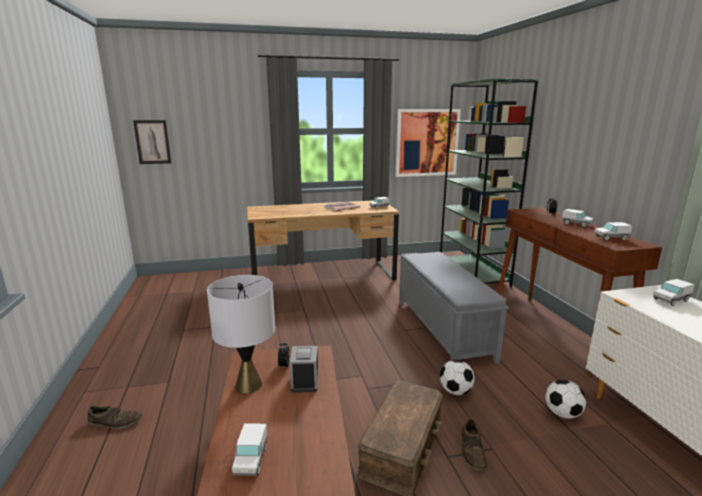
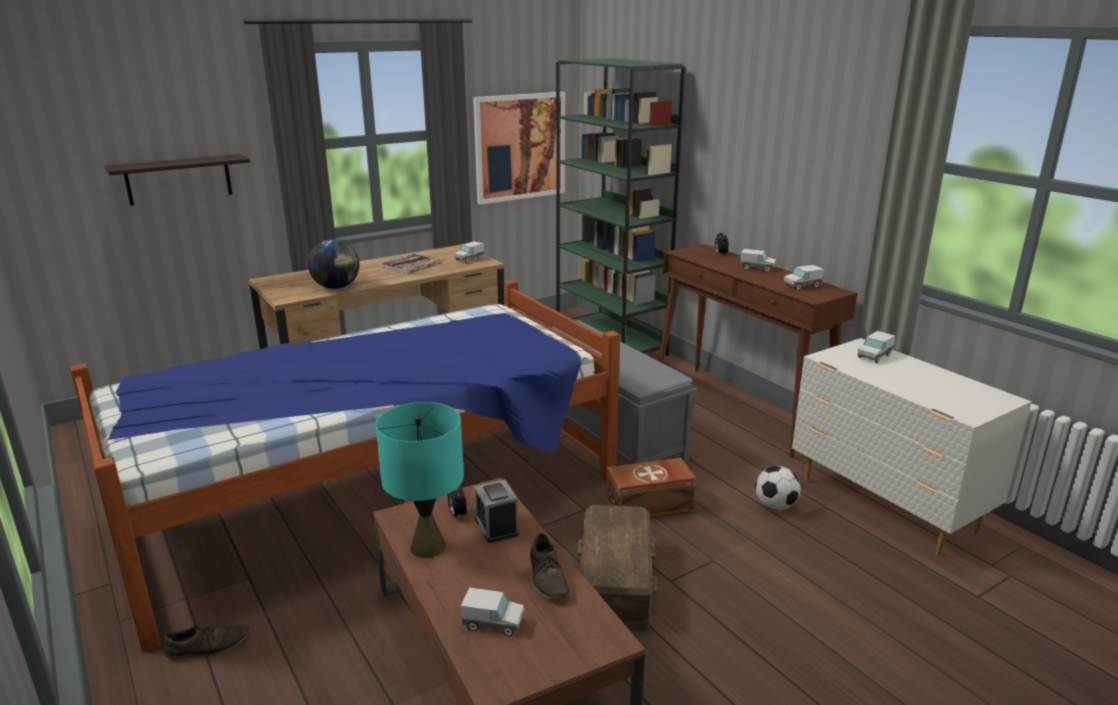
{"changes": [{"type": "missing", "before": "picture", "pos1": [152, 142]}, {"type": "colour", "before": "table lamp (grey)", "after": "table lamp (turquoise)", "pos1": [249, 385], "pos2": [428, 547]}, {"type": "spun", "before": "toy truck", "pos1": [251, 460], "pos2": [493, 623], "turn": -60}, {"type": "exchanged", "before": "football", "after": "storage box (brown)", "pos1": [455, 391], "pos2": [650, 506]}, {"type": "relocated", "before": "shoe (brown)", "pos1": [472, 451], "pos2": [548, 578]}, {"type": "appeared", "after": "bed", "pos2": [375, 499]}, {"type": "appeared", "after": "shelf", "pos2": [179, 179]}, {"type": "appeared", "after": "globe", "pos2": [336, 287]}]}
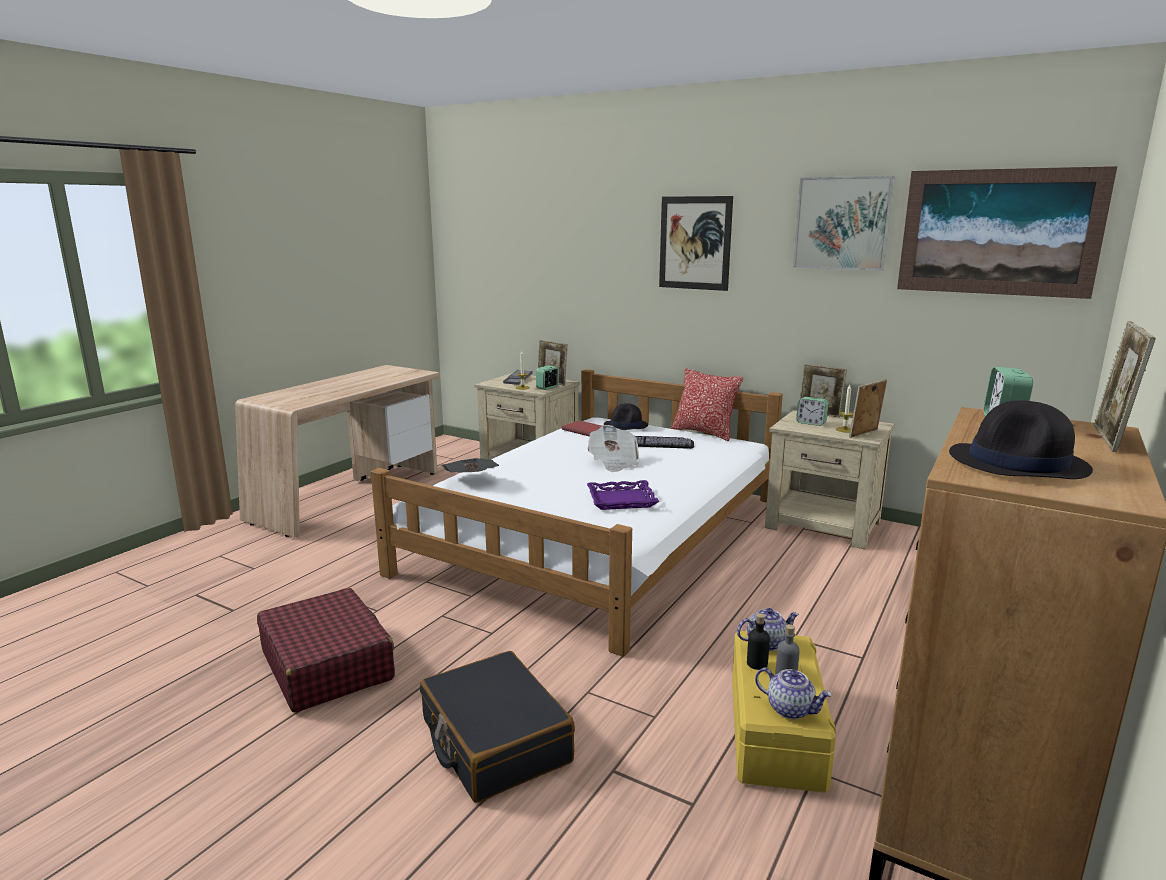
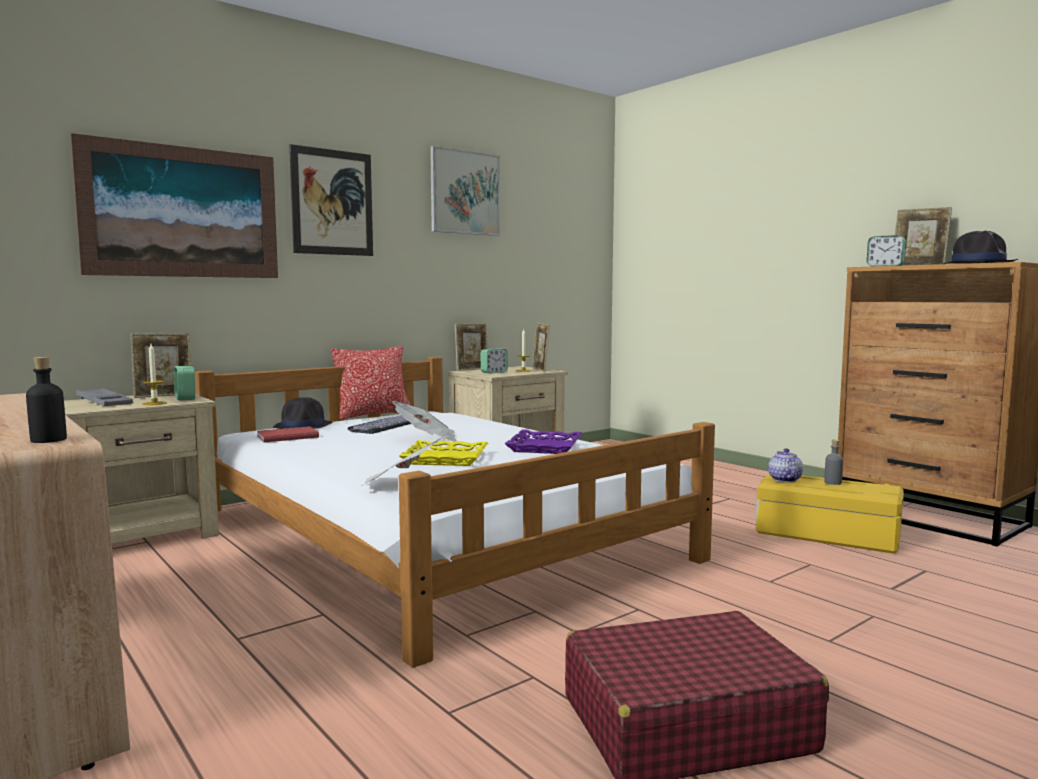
{"changes": [{"type": "missing", "before": "suitcase (black)", "pos1": [494, 741]}, {"type": "relocated", "before": "bottle (black)", "pos1": [757, 664], "pos2": [48, 440]}, {"type": "missing", "before": "teapot", "pos1": [791, 709]}, {"type": "relocated", "before": "picture", "pos1": [998, 232], "pos2": [182, 212]}, {"type": "appeared", "after": "tray (yellow)", "pos2": [445, 459]}]}
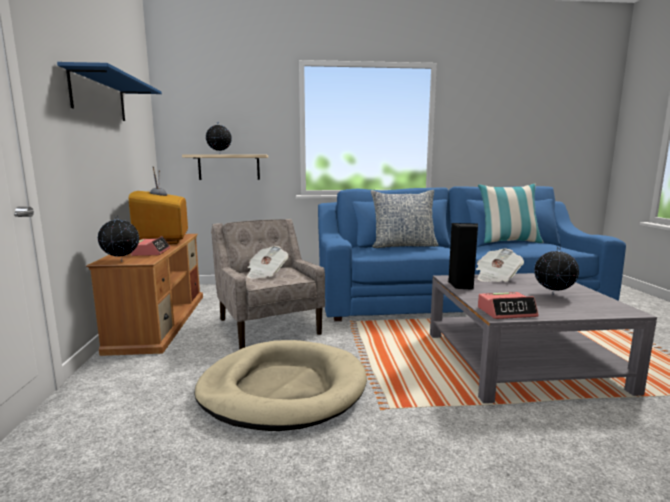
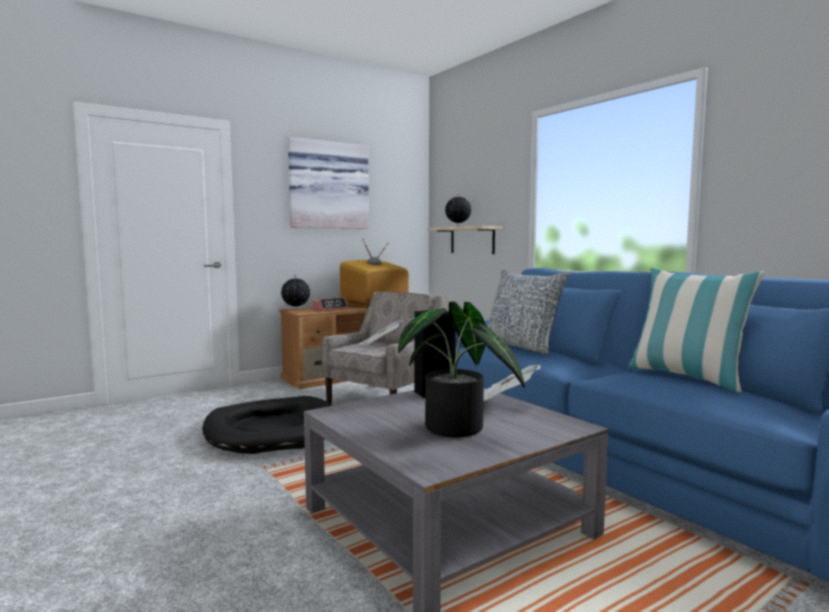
{"changes": [{"type": "exchanged", "before": "shelf (blue)", "after": "picture", "pos1": [99, 97], "pos2": [328, 185]}, {"type": "colour", "before": "dog bed (beige)", "after": "dog bed (black)", "pos1": [282, 389], "pos2": [272, 431]}, {"type": "missing", "before": "alarm clock", "pos1": [506, 312]}, {"type": "exchanged", "before": "globe", "after": "potted plant", "pos1": [553, 295], "pos2": [457, 430]}]}
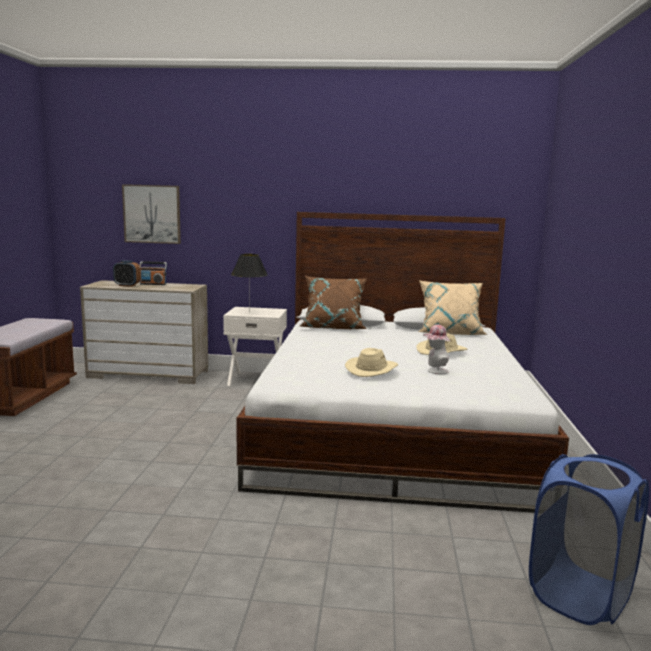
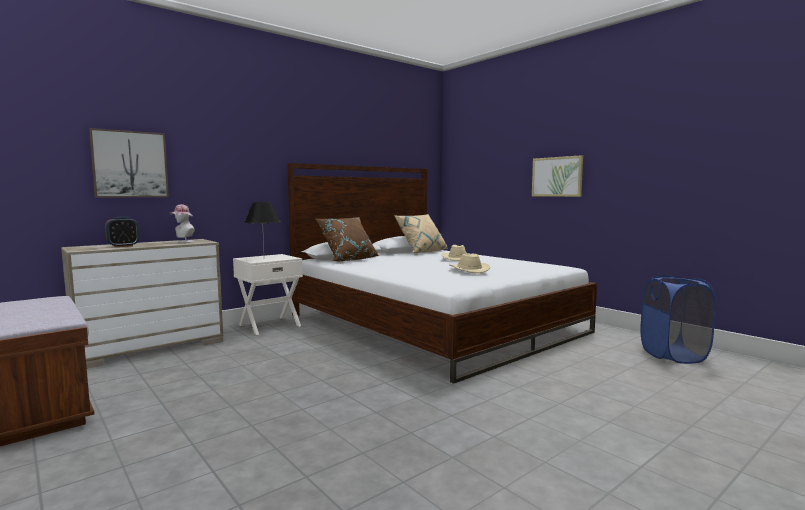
{"changes": [{"type": "missing", "before": "radio", "pos1": [153, 284]}, {"type": "relocated", "before": "hat", "pos1": [435, 371], "pos2": [183, 242]}, {"type": "appeared", "after": "picture", "pos2": [557, 176]}]}
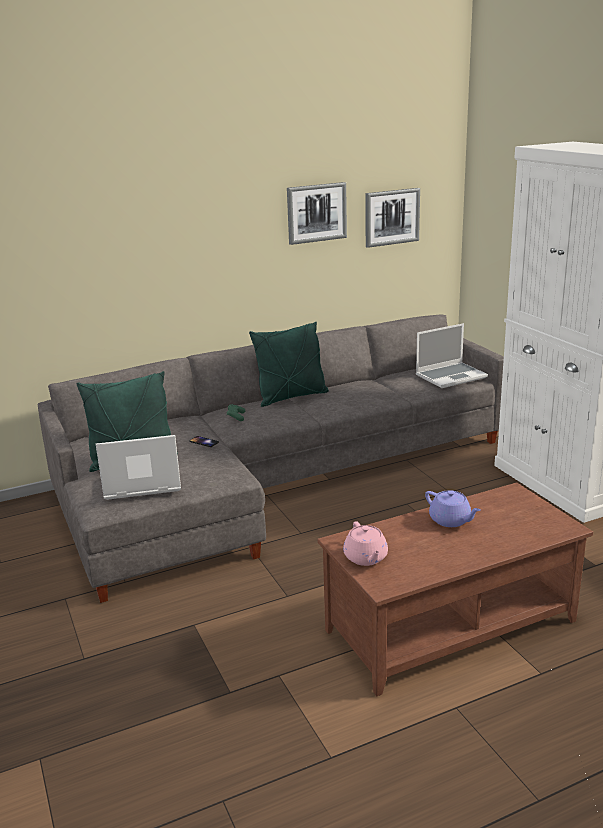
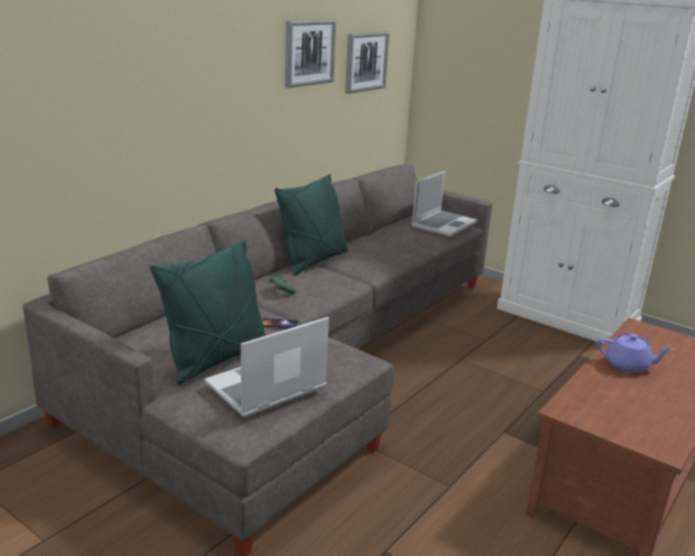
{"changes": [{"type": "missing", "before": "teapot (pink)", "pos1": [366, 558]}]}
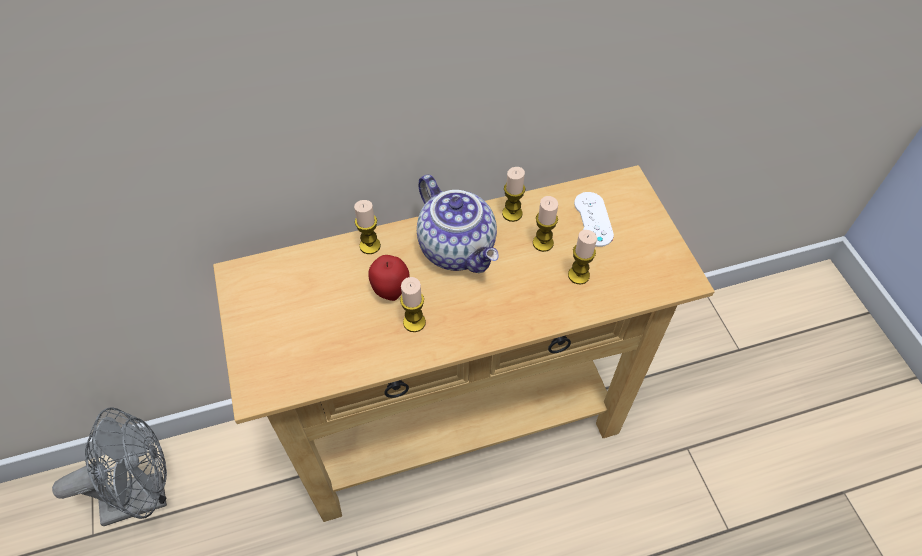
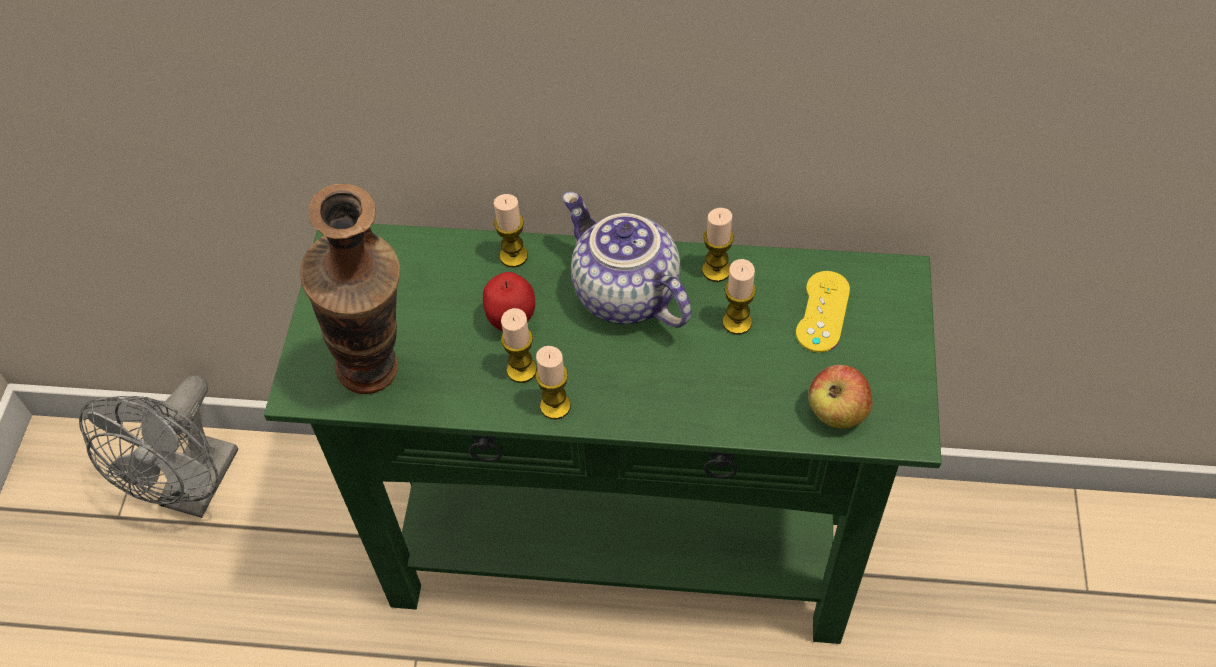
{"changes": [{"type": "spun", "before": "fan (grey)", "pos1": [145, 495], "pos2": [194, 491], "turn": 105}, {"type": "colour", "before": "console table (beige)", "after": "console table (green)", "pos1": [461, 428], "pos2": [619, 553]}, {"type": "spun", "before": "teapot", "pos1": [459, 248], "pos2": [623, 295], "turn": 150}, {"type": "relocated", "before": "candle", "pos1": [578, 275], "pos2": [555, 406]}, {"type": "colour", "before": "game controller (white)", "after": "game controller (yellow)", "pos1": [593, 219], "pos2": [822, 311]}, {"type": "appeared", "after": "vase", "pos2": [382, 383]}, {"type": "appeared", "after": "apple", "pos2": [837, 412]}]}
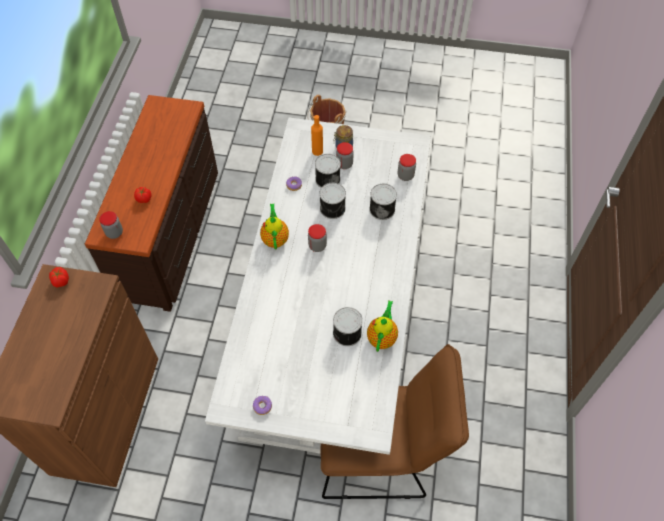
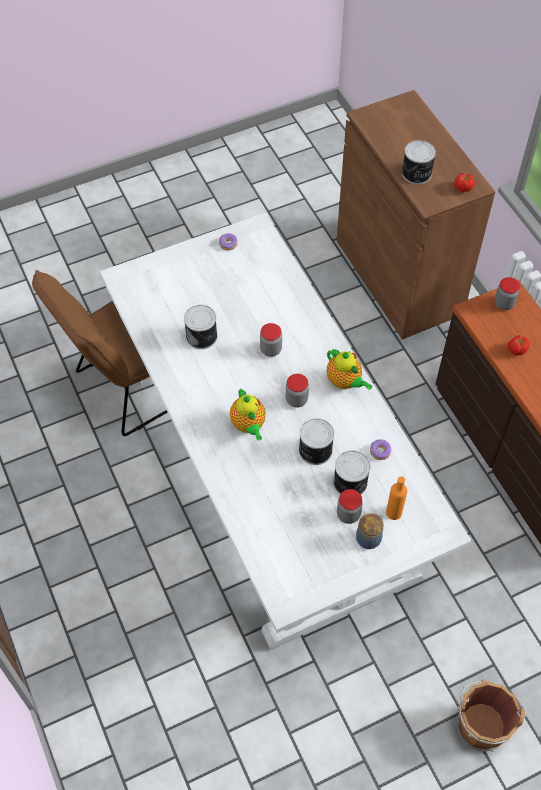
{"changes": [{"type": "relocated", "before": "teapot", "pos1": [382, 337], "pos2": [248, 425]}, {"type": "relocated", "before": "can", "pos1": [382, 209], "pos2": [417, 174]}, {"type": "relocated", "before": "jar", "pos1": [405, 175], "pos2": [271, 349]}]}
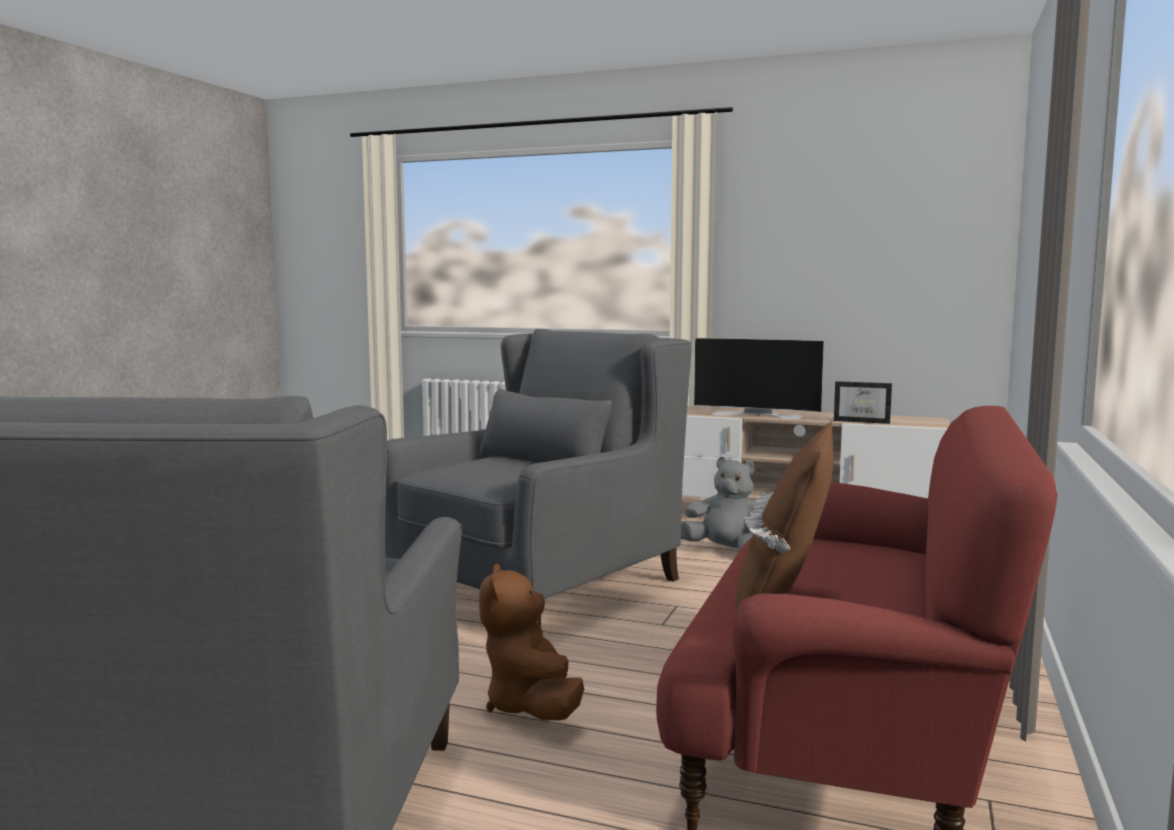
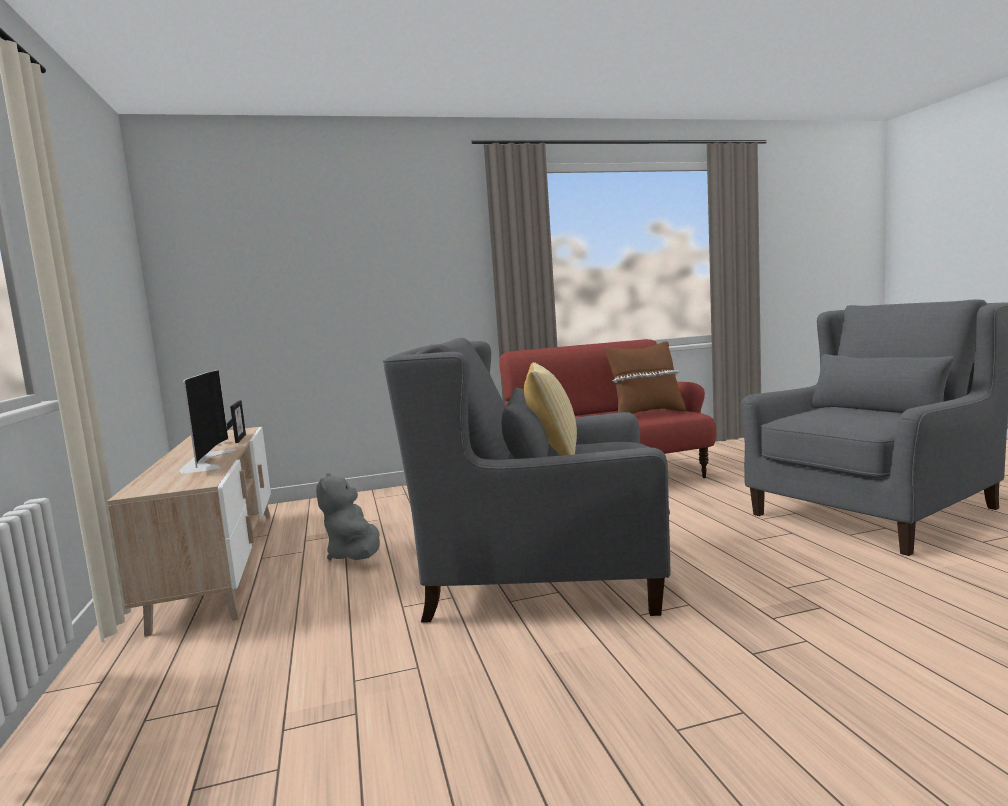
{"changes": [{"type": "missing", "before": "plush toy (brown)", "pos1": [531, 707]}, {"type": "appeared", "after": "pillow", "pos2": [553, 455]}]}
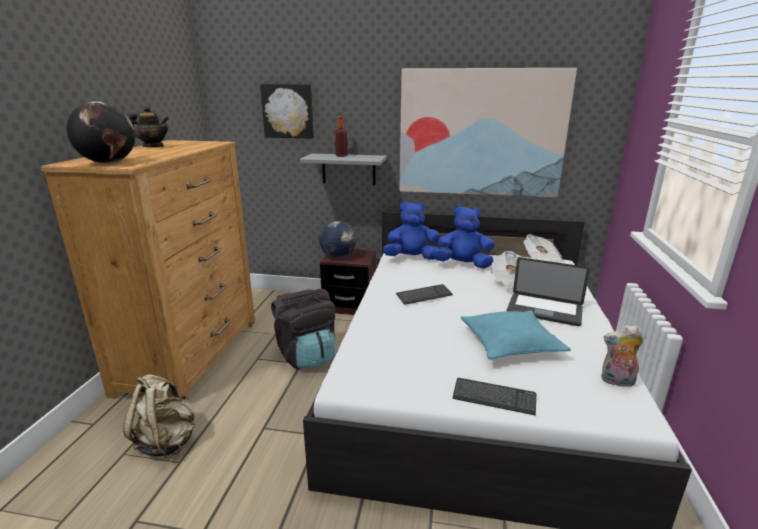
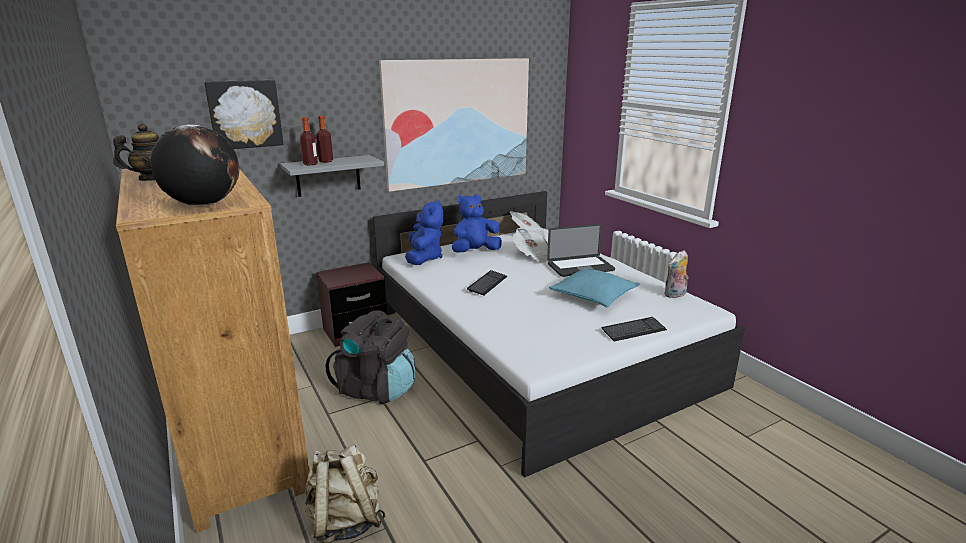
{"changes": [{"type": "missing", "before": "globe", "pos1": [338, 256]}, {"type": "spun", "before": "plush toy (blue)", "pos1": [411, 258], "pos2": [424, 258], "turn": 135}, {"type": "appeared", "after": "bottle", "pos2": [310, 164]}]}
